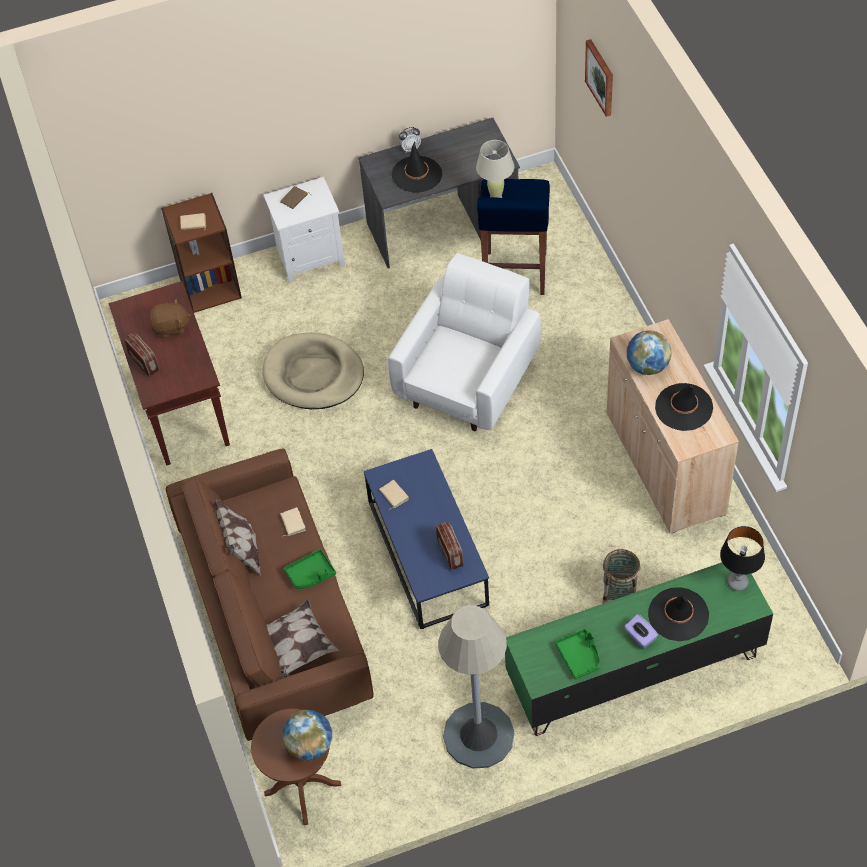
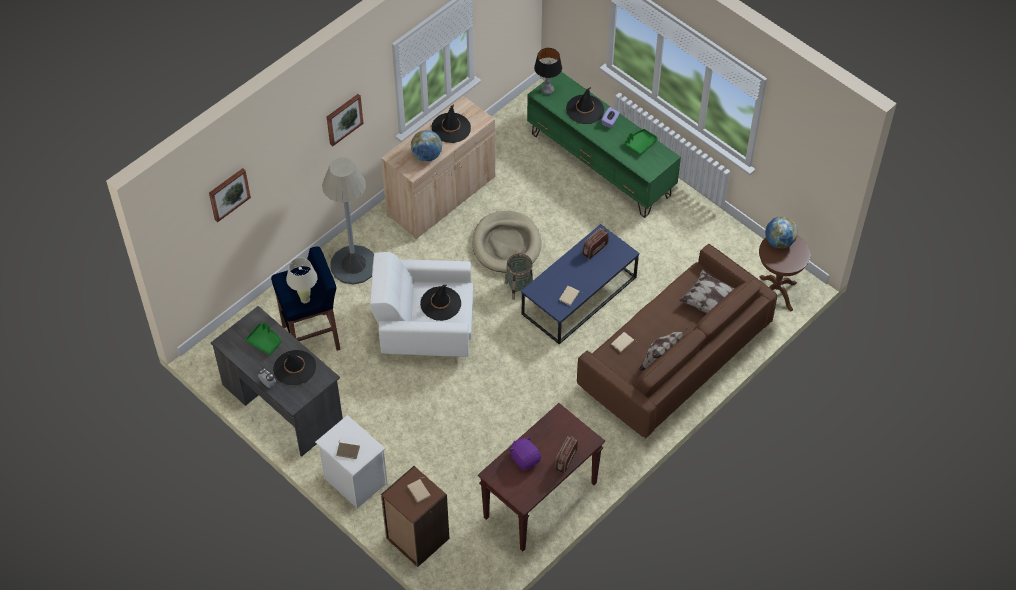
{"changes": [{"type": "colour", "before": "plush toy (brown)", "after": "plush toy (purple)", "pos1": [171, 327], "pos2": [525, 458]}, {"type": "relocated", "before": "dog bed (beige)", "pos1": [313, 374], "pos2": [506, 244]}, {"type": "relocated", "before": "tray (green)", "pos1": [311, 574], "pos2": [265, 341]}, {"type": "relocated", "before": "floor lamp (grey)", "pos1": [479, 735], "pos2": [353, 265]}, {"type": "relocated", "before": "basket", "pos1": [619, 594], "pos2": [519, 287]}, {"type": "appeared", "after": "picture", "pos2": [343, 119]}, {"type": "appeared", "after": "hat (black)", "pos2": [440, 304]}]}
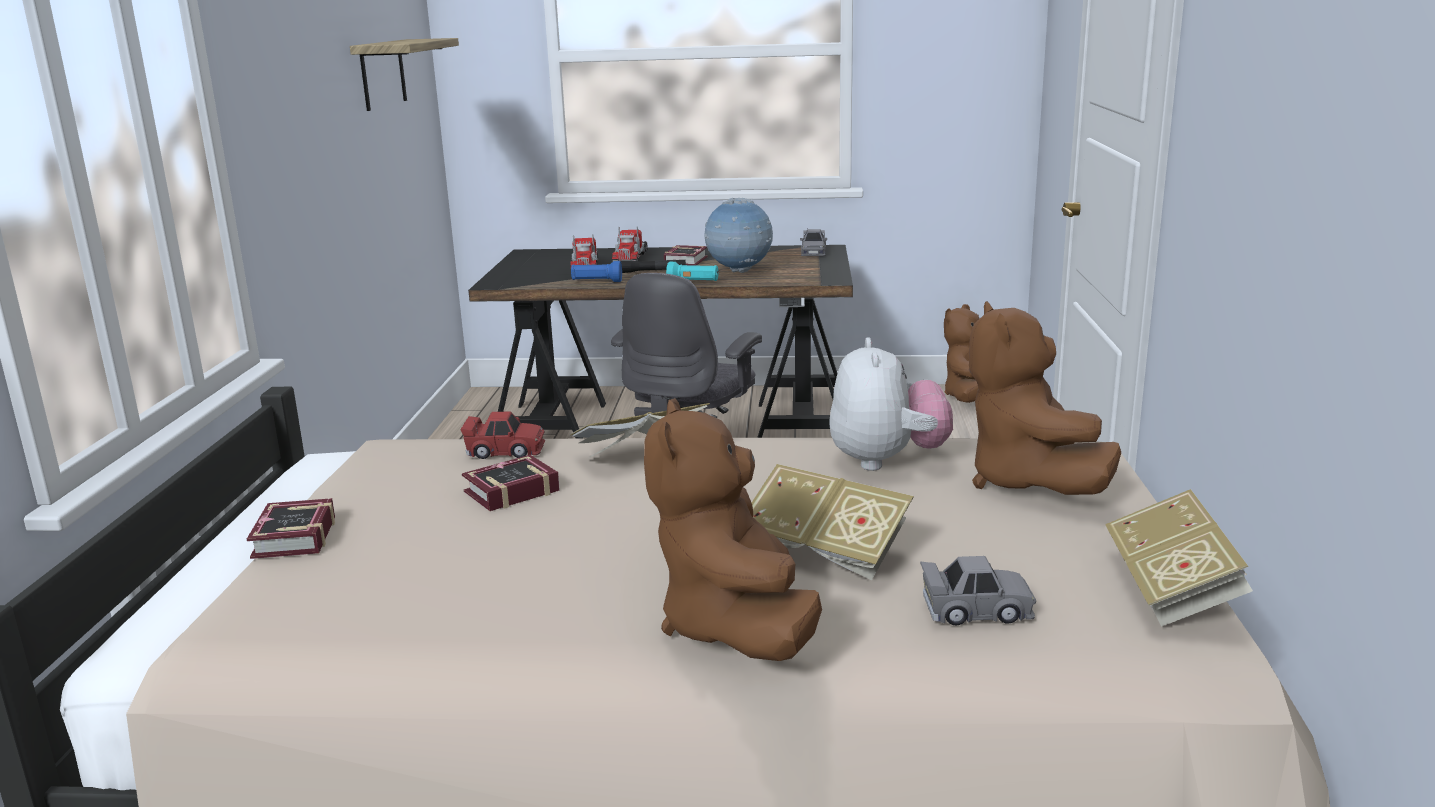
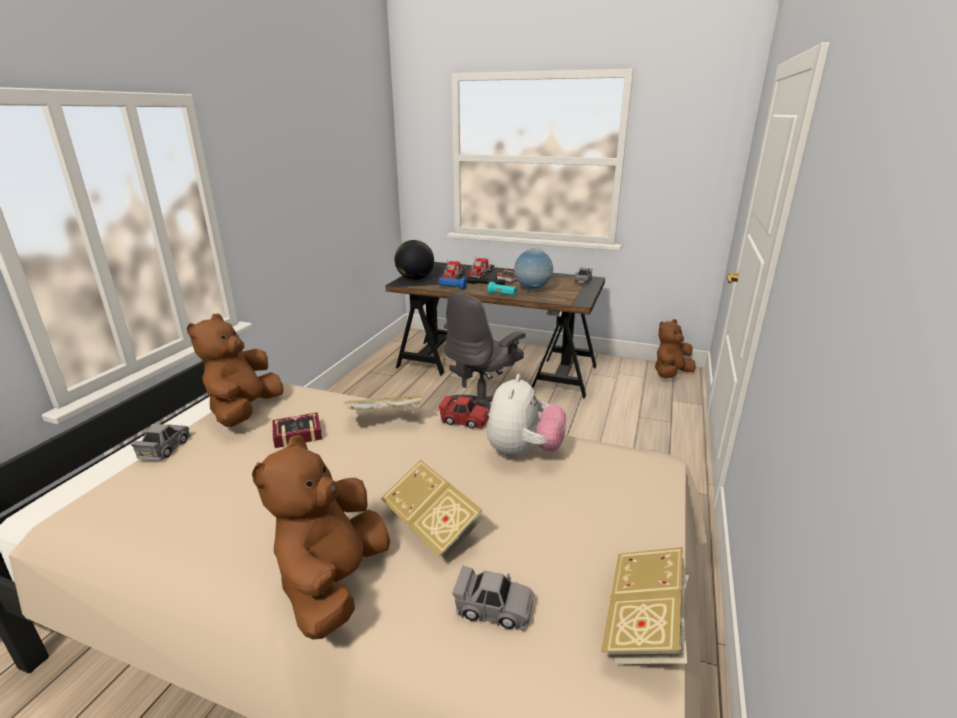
{"changes": [{"type": "exchanged", "before": "book", "after": "toy car (grey)", "pos1": [291, 539], "pos2": [165, 448]}, {"type": "missing", "before": "shelf", "pos1": [383, 74]}, {"type": "relocated", "before": "toy car (red)", "pos1": [505, 451], "pos2": [464, 420]}, {"type": "relocated", "before": "plush toy (brown)", "pos1": [1028, 482], "pos2": [245, 411]}, {"type": "appeared", "after": "globe", "pos2": [415, 279]}]}
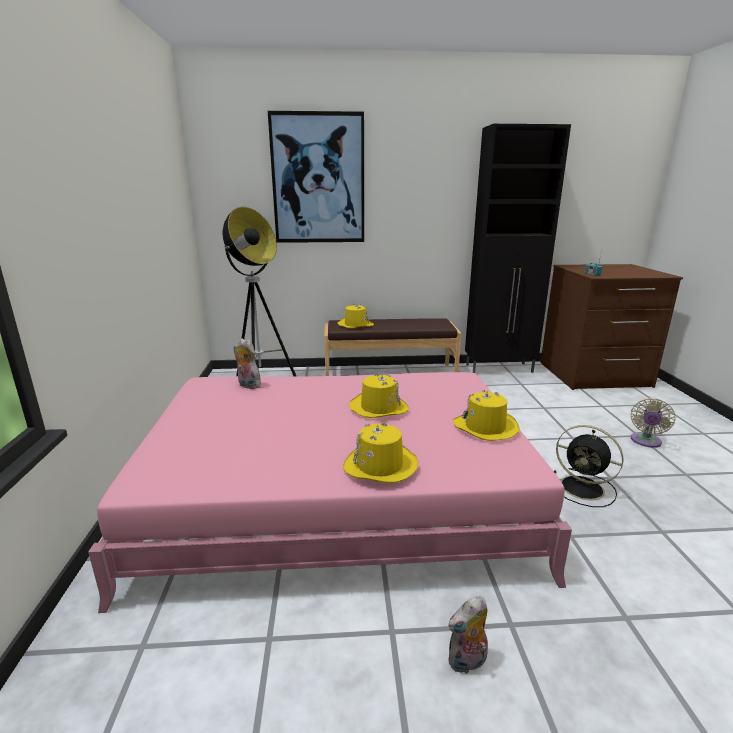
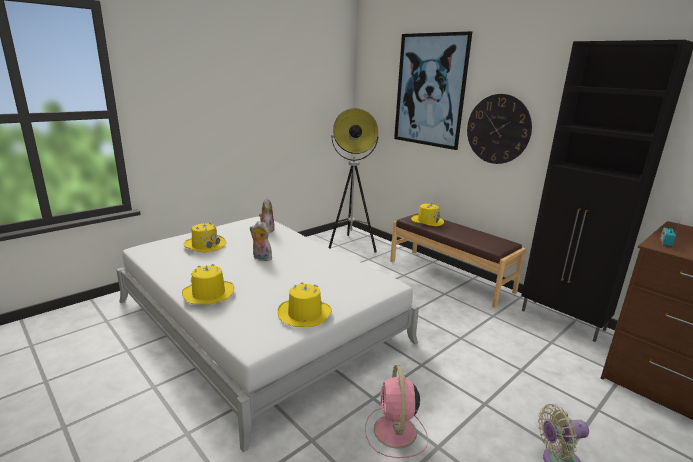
{"changes": [{"type": "colour", "before": "bed (pink)", "after": "bed (white)", "pos1": [338, 495], "pos2": [260, 321]}, {"type": "relocated", "before": "hat (yellow)", "pos1": [378, 407], "pos2": [205, 245]}, {"type": "relocated", "before": "plush toy", "pos1": [467, 662], "pos2": [261, 258]}, {"type": "colour", "before": "fan (black)", "after": "fan (pink)", "pos1": [584, 488], "pos2": [395, 432]}, {"type": "appeared", "after": "wall clock", "pos2": [498, 129]}]}
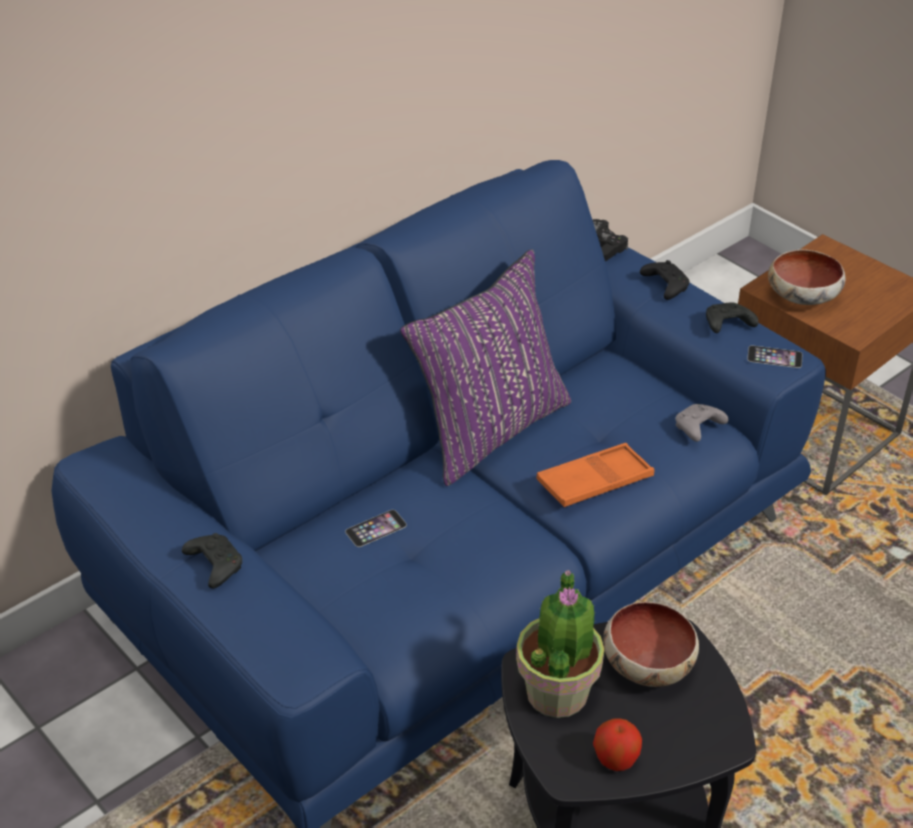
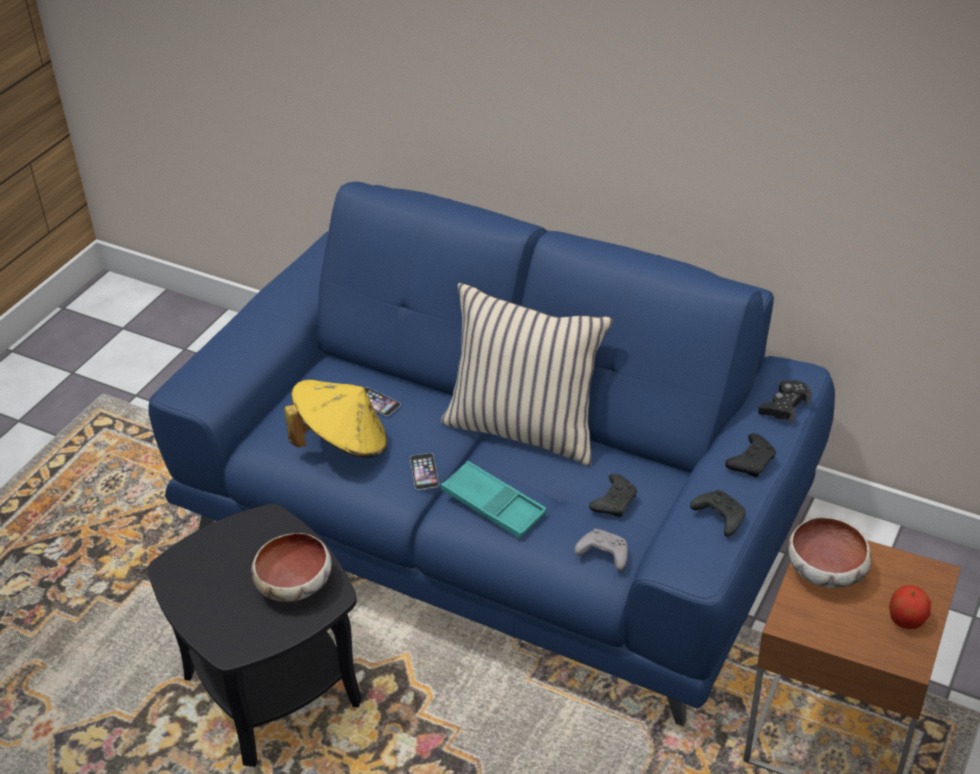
{"changes": [{"type": "relocated", "before": "game controller (black)", "pos1": [214, 565], "pos2": [614, 502]}, {"type": "colour", "before": "pillow (purple)", "after": "pillow (beige)", "pos1": [489, 430], "pos2": [524, 428]}, {"type": "missing", "before": "potted plant", "pos1": [558, 692]}, {"type": "colour", "before": "tray (orange)", "after": "tray (turquoise)", "pos1": [595, 481], "pos2": [493, 505]}, {"type": "relocated", "before": "apple", "pos1": [615, 759], "pos2": [906, 620]}, {"type": "relocated", "before": "phone", "pos1": [774, 357], "pos2": [424, 471]}, {"type": "appeared", "after": "hat (yellow)", "pos2": [342, 443]}]}
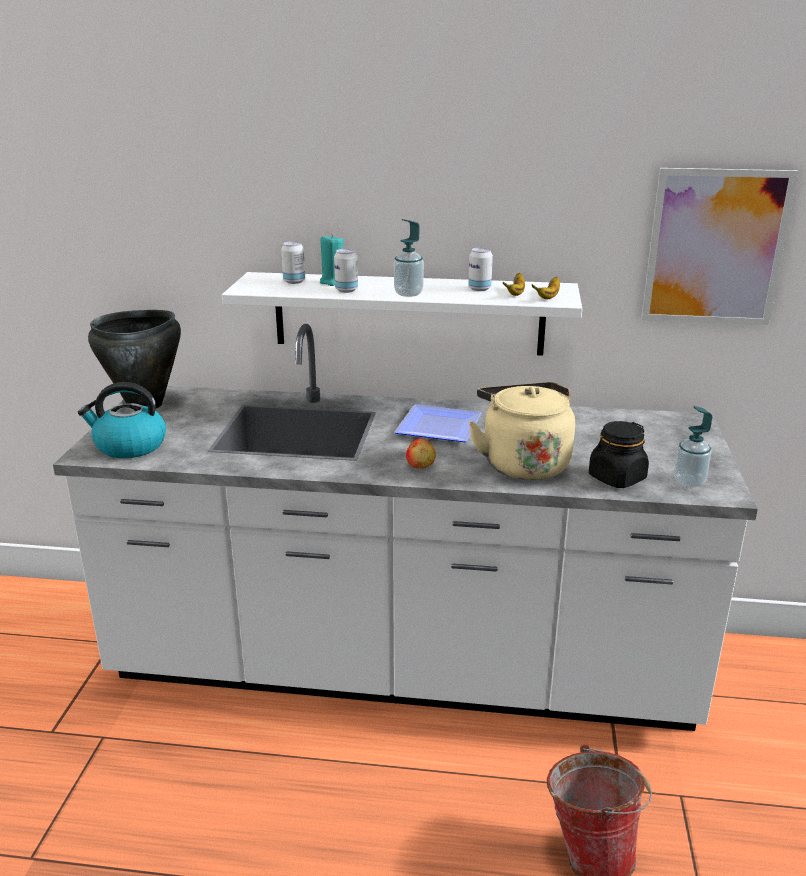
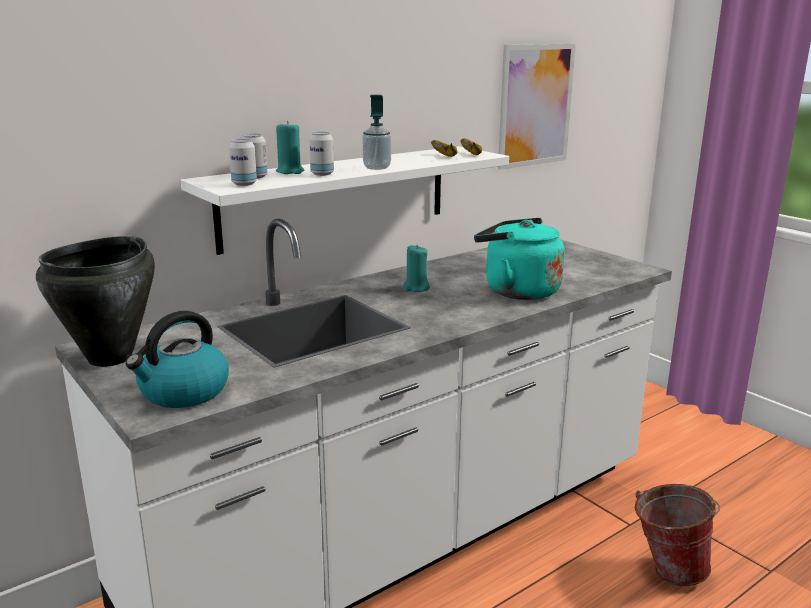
{"changes": [{"type": "exchanged", "before": "plate", "after": "candle (turquoise)", "pos1": [442, 426], "pos2": [416, 288]}, {"type": "missing", "before": "apple", "pos1": [421, 465]}, {"type": "relocated", "before": "can", "pos1": [479, 289], "pos2": [244, 184]}, {"type": "colour", "before": "kettle (beige)", "after": "kettle (turquoise)", "pos1": [523, 463], "pos2": [517, 291]}, {"type": "missing", "before": "jar (black)", "pos1": [616, 478]}, {"type": "missing", "before": "soap dispenser", "pos1": [689, 482]}]}
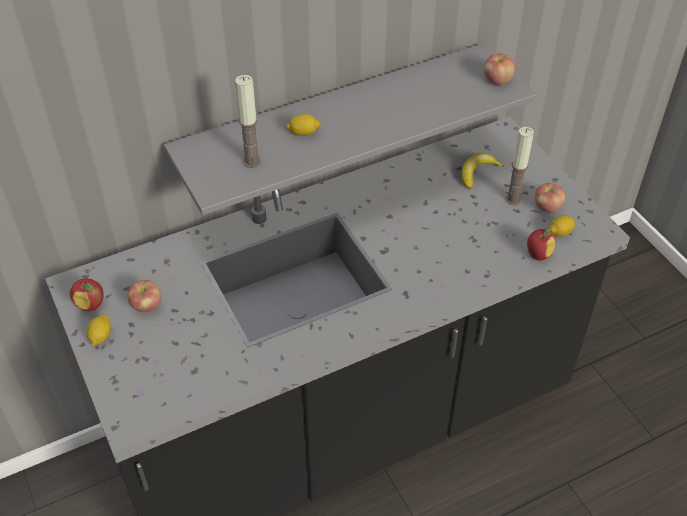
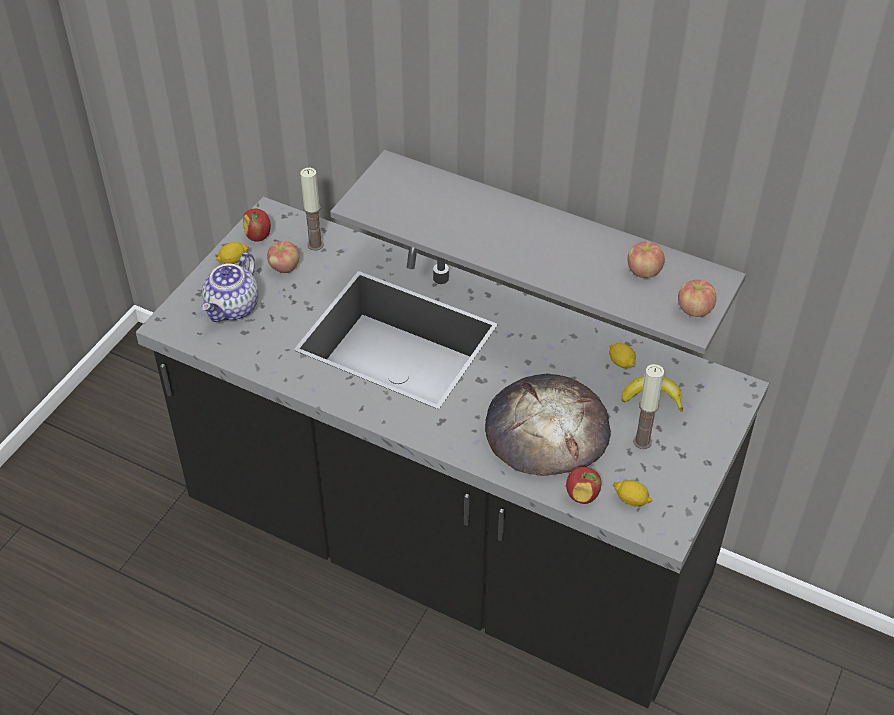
{"changes": [{"type": "relocated", "before": "candle", "pos1": [252, 162], "pos2": [315, 245]}, {"type": "relocated", "before": "lemon", "pos1": [303, 133], "pos2": [621, 362]}, {"type": "relocated", "before": "apple", "pos1": [547, 207], "pos2": [643, 271]}, {"type": "appeared", "after": "teapot", "pos2": [233, 308]}, {"type": "appeared", "after": "bread", "pos2": [546, 429]}]}
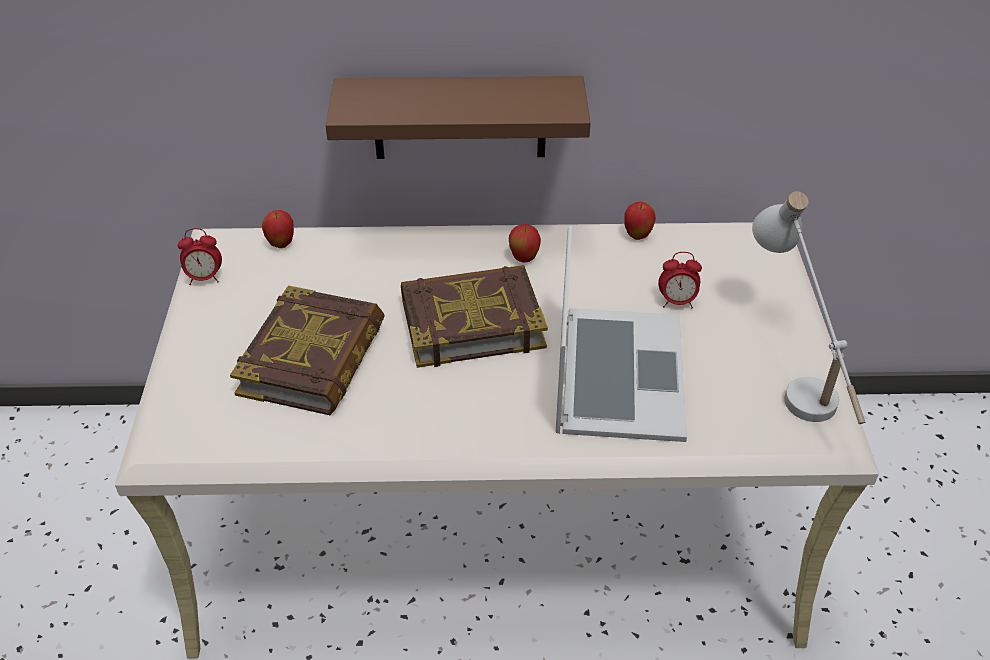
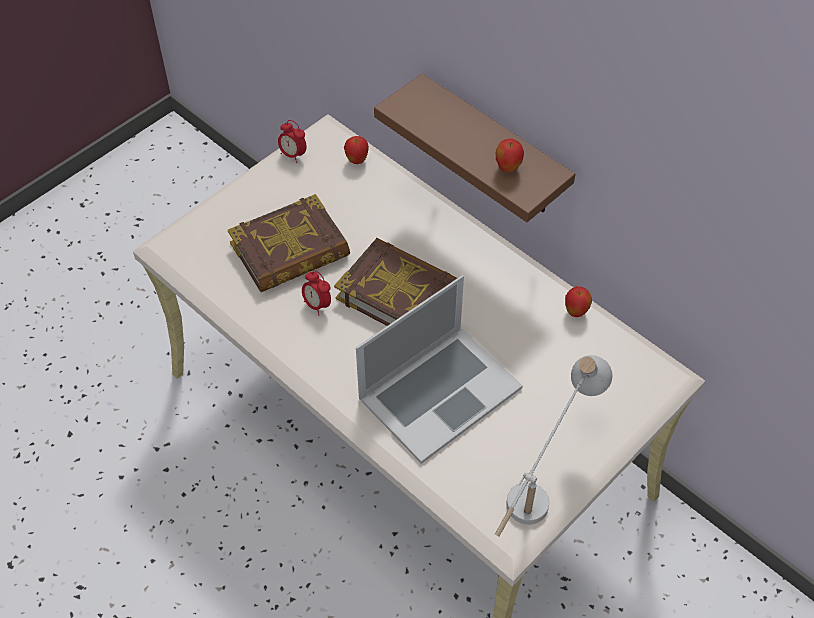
{"changes": [{"type": "relocated", "before": "apple", "pos1": [524, 259], "pos2": [508, 168]}, {"type": "relocated", "before": "alarm clock", "pos1": [677, 302], "pos2": [317, 305]}]}
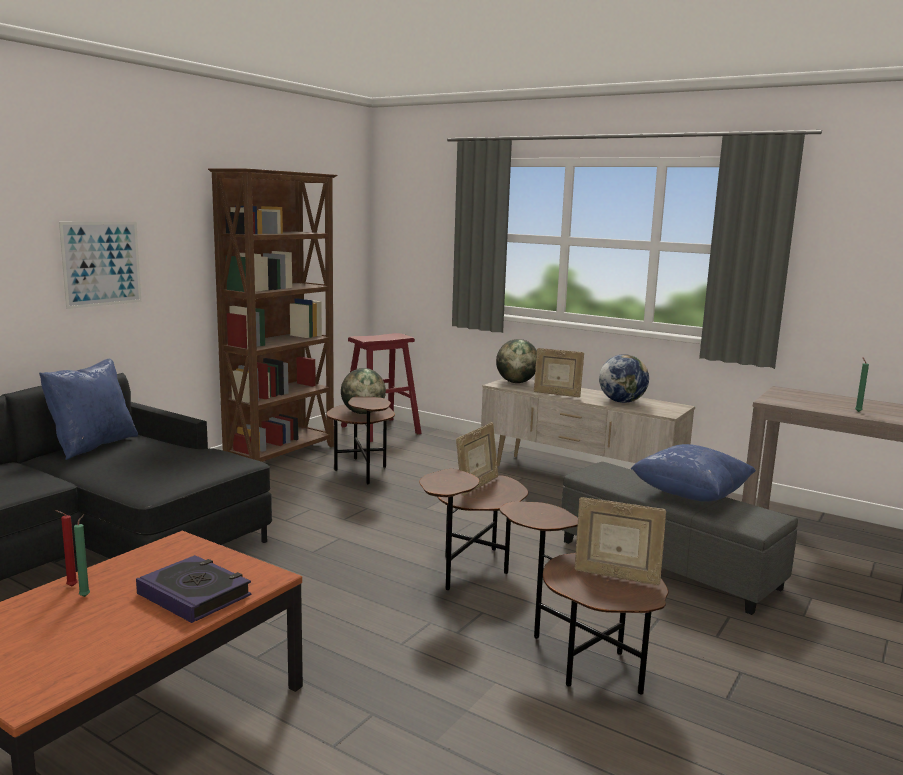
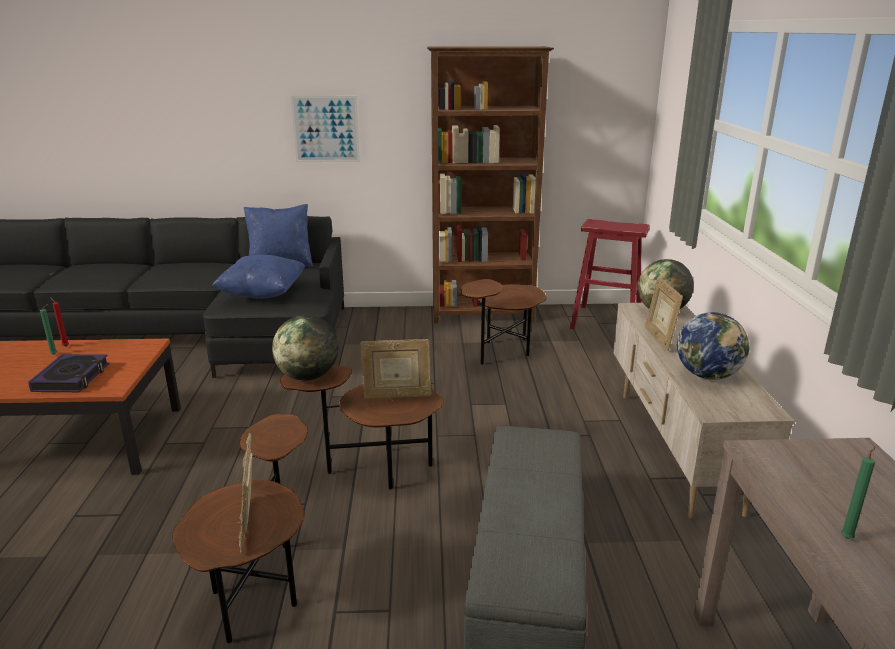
{"changes": [{"type": "relocated", "before": "globe", "pos1": [363, 413], "pos2": [308, 376]}, {"type": "relocated", "before": "pillow (blue)", "pos1": [690, 496], "pos2": [263, 294]}]}
